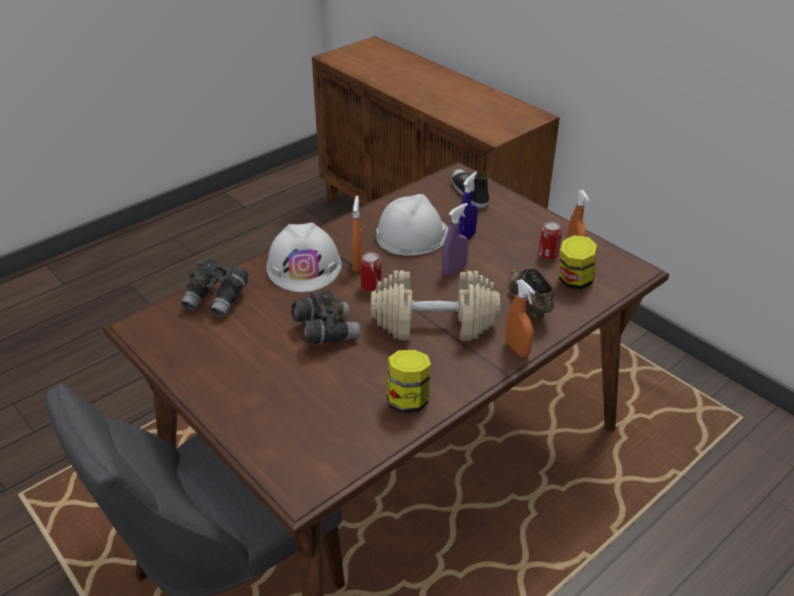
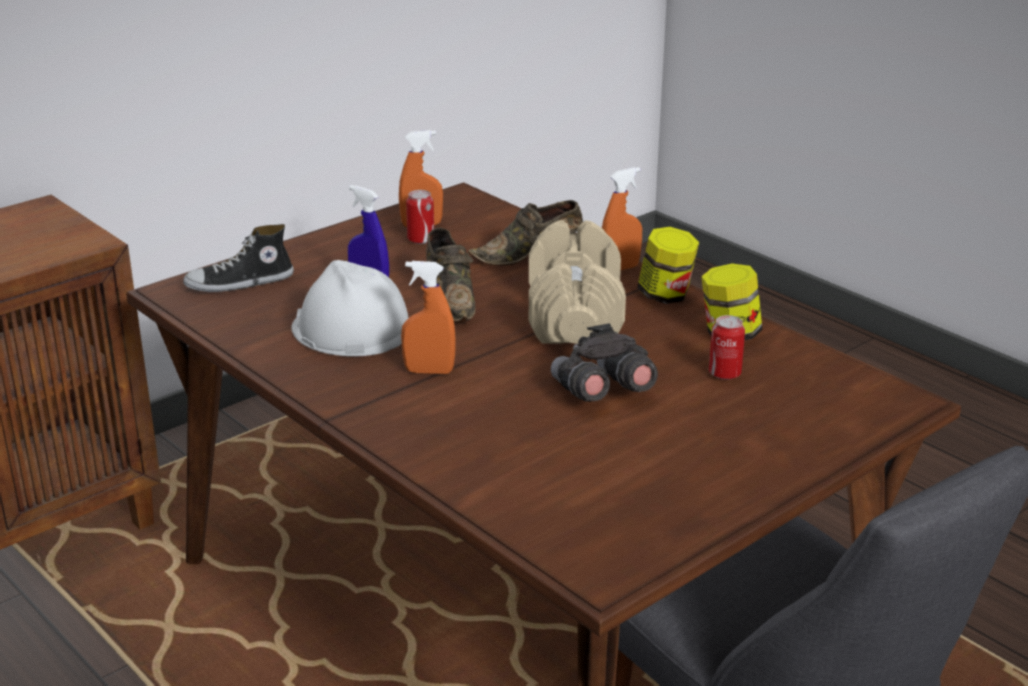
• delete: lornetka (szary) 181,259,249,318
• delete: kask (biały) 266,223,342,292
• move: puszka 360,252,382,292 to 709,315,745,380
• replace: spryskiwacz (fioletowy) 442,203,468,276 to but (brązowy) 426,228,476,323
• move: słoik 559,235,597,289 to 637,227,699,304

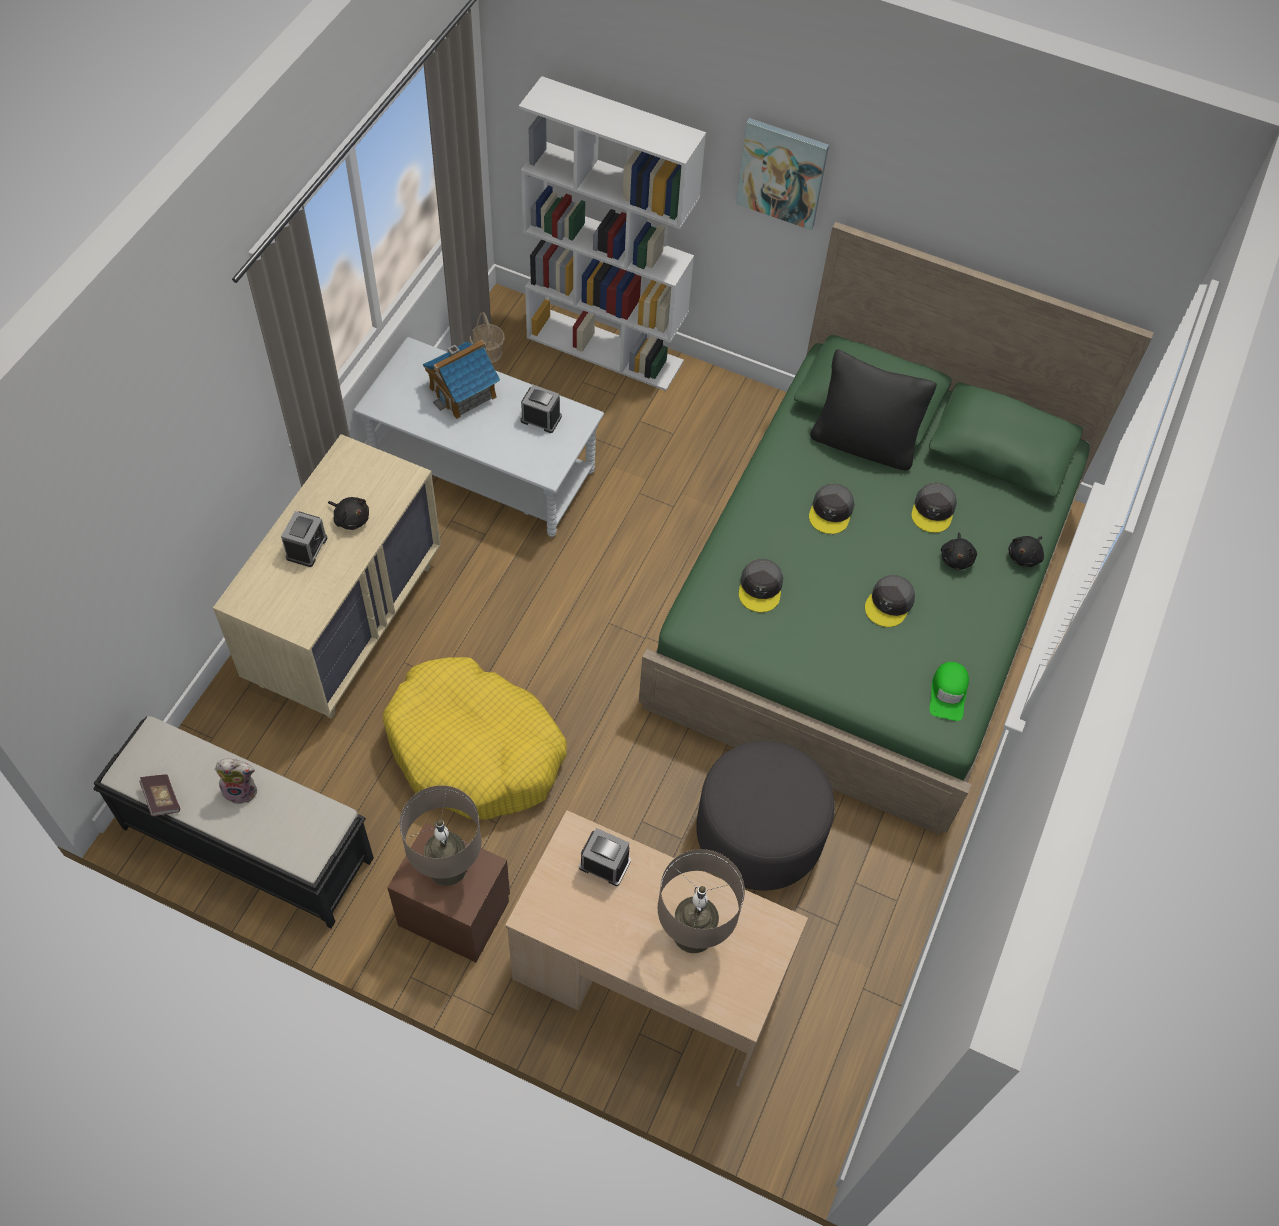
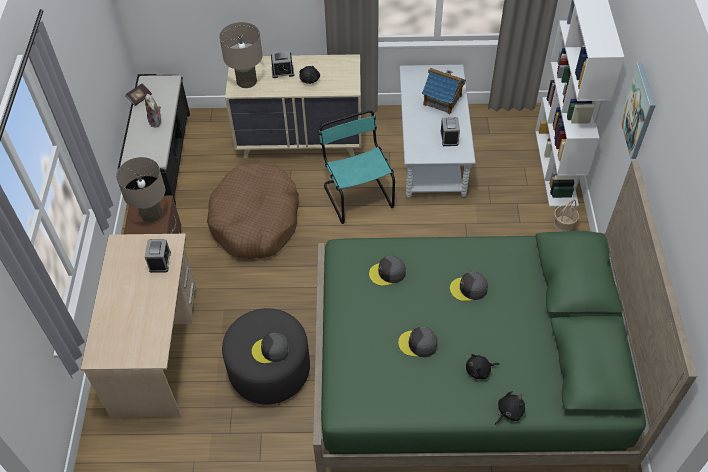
• recolor: legowisko (żółty) 383,657,567,820 to legowisko (brązowy) 207,163,299,259
• move: koszyk 469,312,505,363 to 554,199,579,232
• move: lampa stołowa (beżowy) 658,849,745,953 to 219,22,263,88
• delete: poduszka (czarny) 810,349,937,470
• move: czapka z daszkiem (szary) 911,482,957,533 to 252,333,289,363
• delete: czapka z daszkiem (zielony) 930,662,969,721
• rotate: pluszak (czarny) 1009,536,1044,567 = 495,391,525,425 120 degrees clockwise
• insert: krzesło (turkusowy) 318,110,395,224

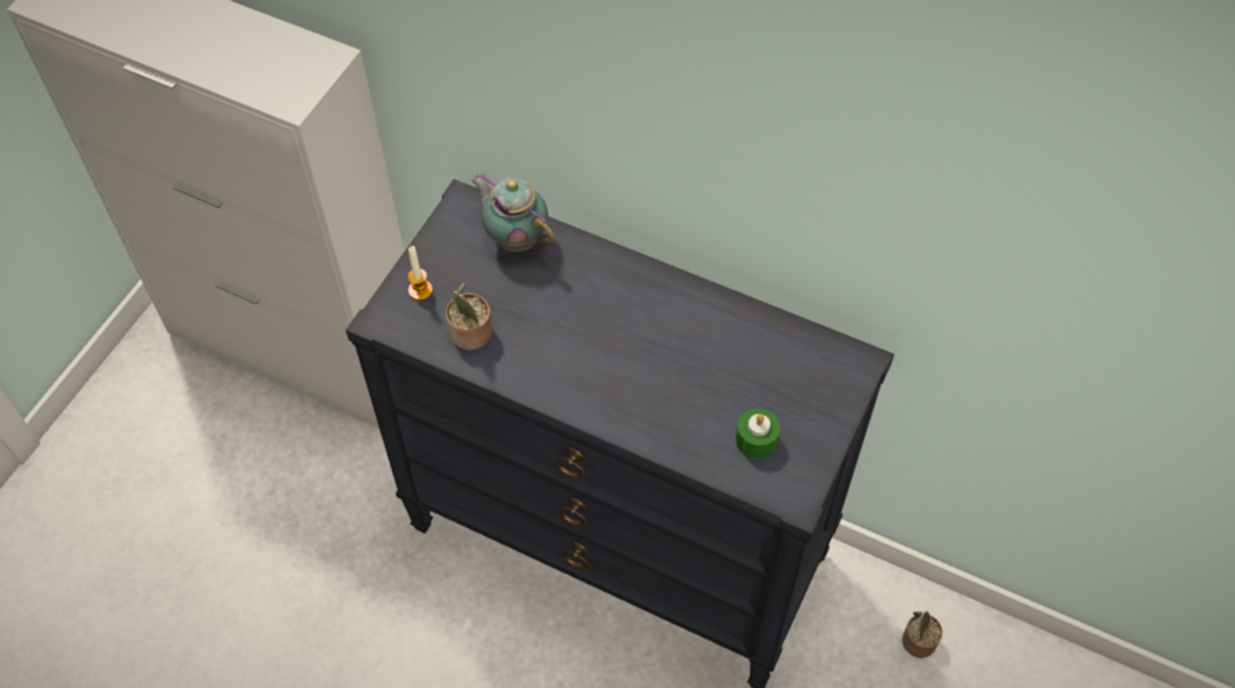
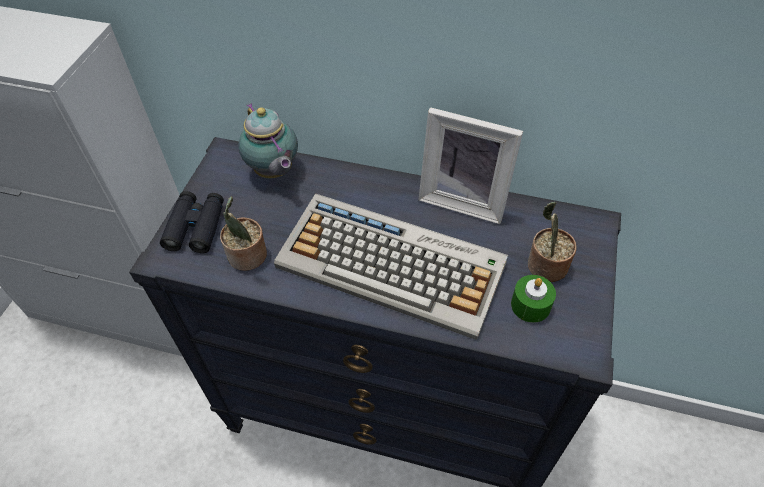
• replace: świeca 408,246,433,300 to lornetka (czarny) 160,191,224,253
• rotate: imbryk 470,173,554,252 = 238,103,298,178 150 degrees counterclockwise
• move: roślina doniczkowa 902,611,943,658 to 528,201,576,282
• insert: klawiatura 274,194,508,340
• insert: ramka na zdjęcie 419,107,523,224

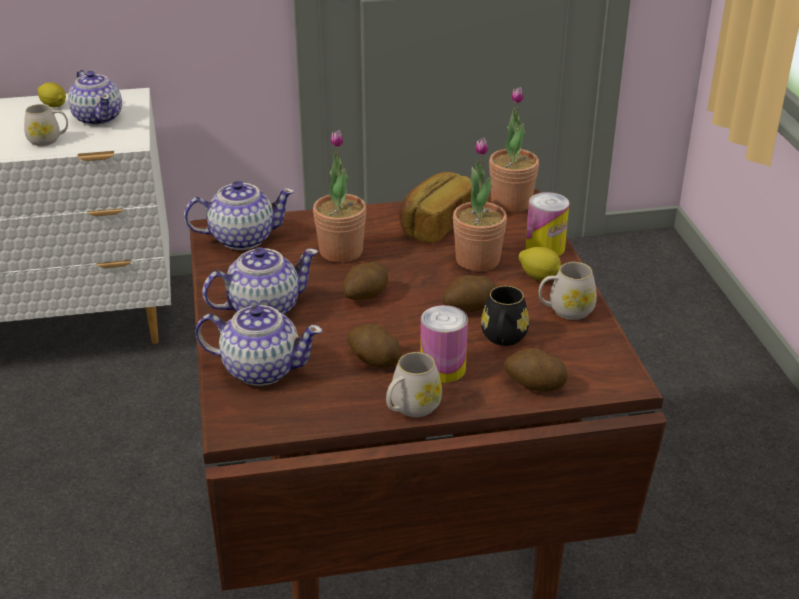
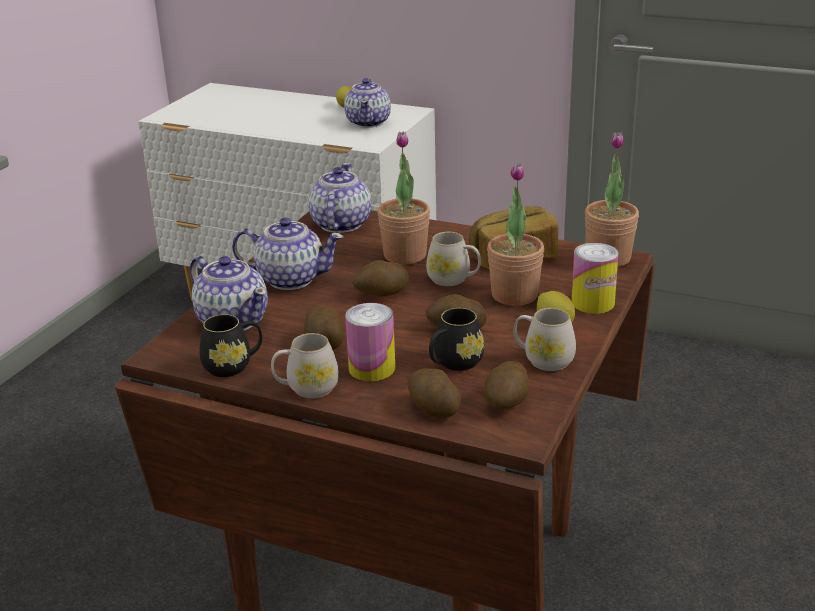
• move: kubek (biały) 24,104,68,146 to 426,232,481,286
• rotate: imbryk 184,181,295,250 = 308,163,371,233 105 degrees counterclockwise
• insert: kubek (czarny) 200,314,262,377
• insert: ziemniak 484,361,530,410

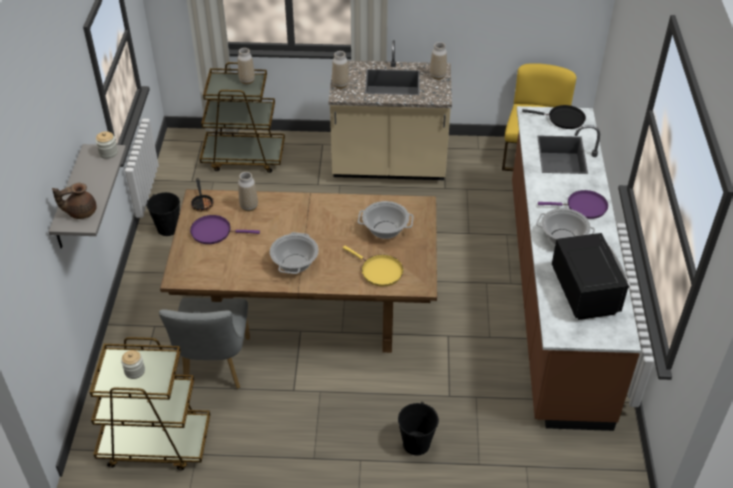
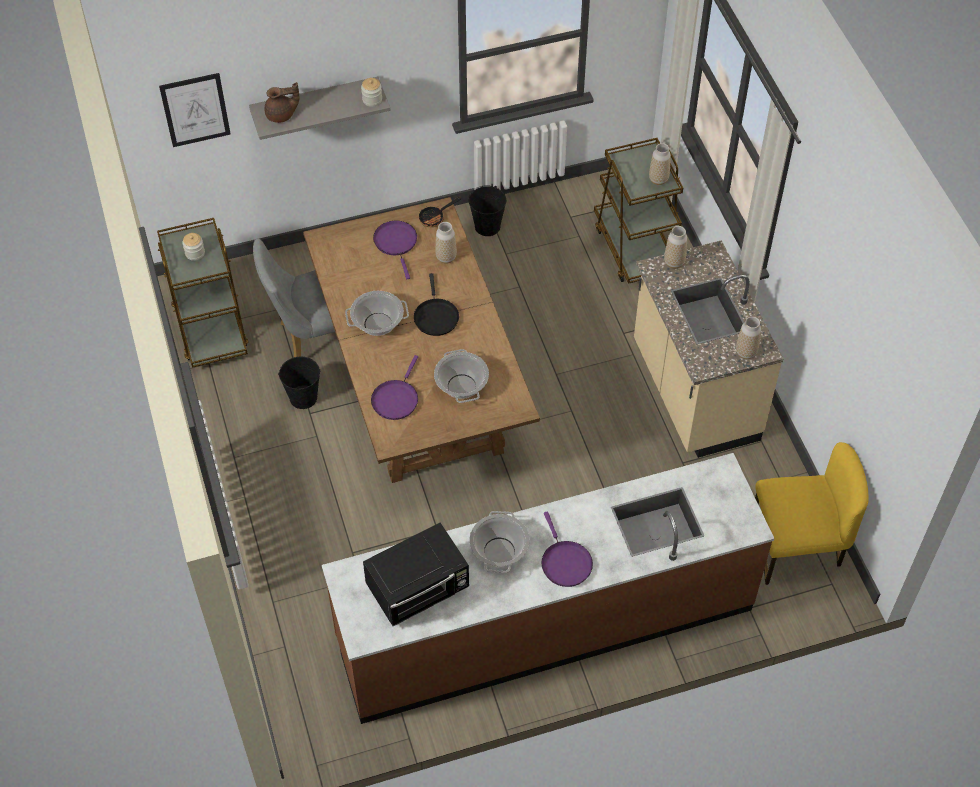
• rotate: imbryk (brązowy) 52,183,97,219 = 264,82,299,123 120 degrees clockwise
• recolor: patelnia (żółty) 343,246,403,287 to patelnia (fioletowy) 371,355,418,420
• move: wiadro (czarny) 398,402,439,455 to 278,357,321,409
• move: patelnia (czarny) 522,105,586,129 to 414,273,459,336
• insert: obraz 159,73,231,147

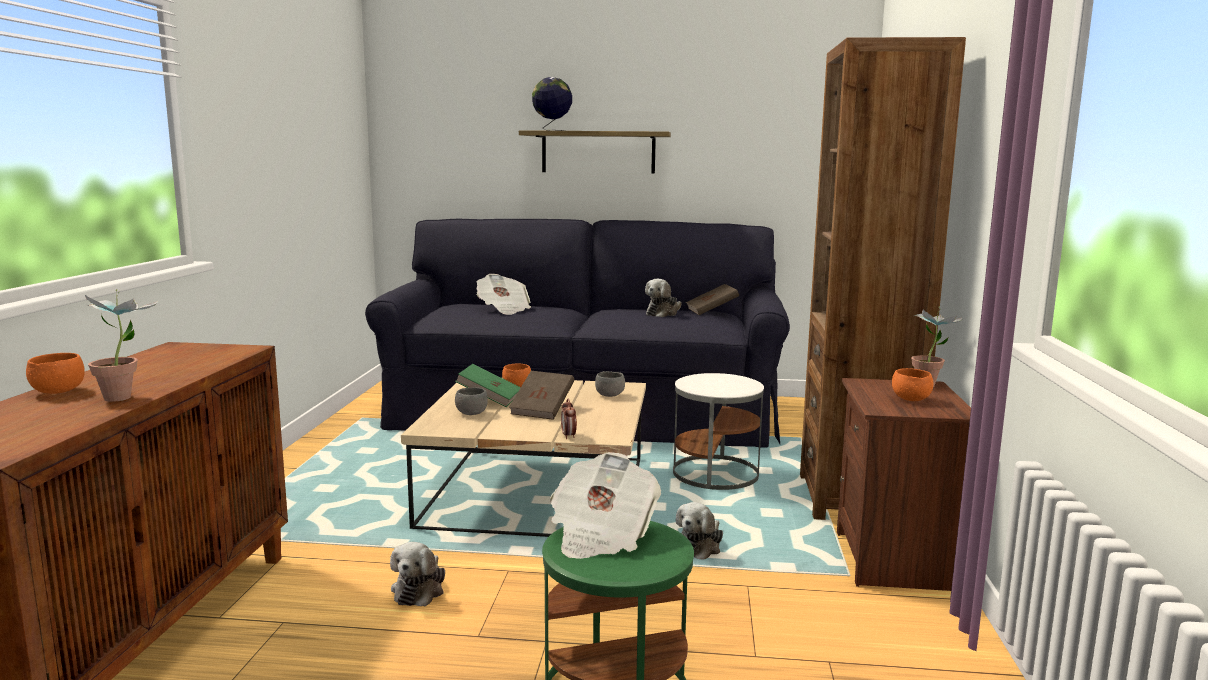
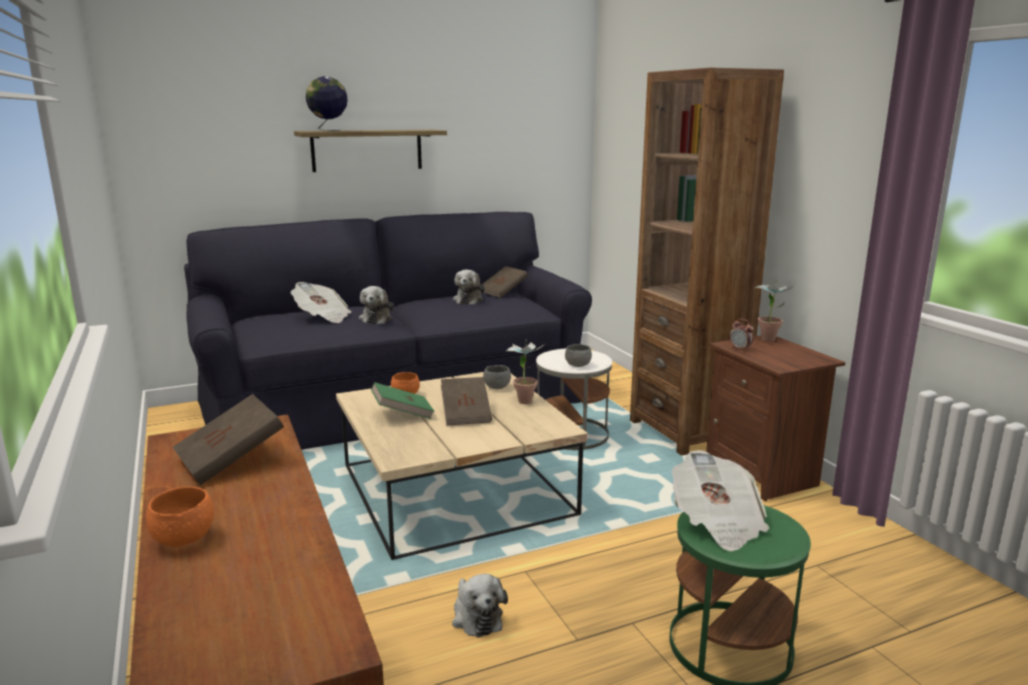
• move: roślina doniczkowa 85,289,158,402 to 505,339,545,404
• move: miska (szary) 455,387,488,415 to 565,344,592,367
• move: budzik 561,399,577,439 to 729,319,754,352
• move: pluszak 676,502,723,559 to 359,286,394,324
• delete: miska (pomarańczowy) 892,368,933,401
• insert: książka (brązowy) 173,394,284,485

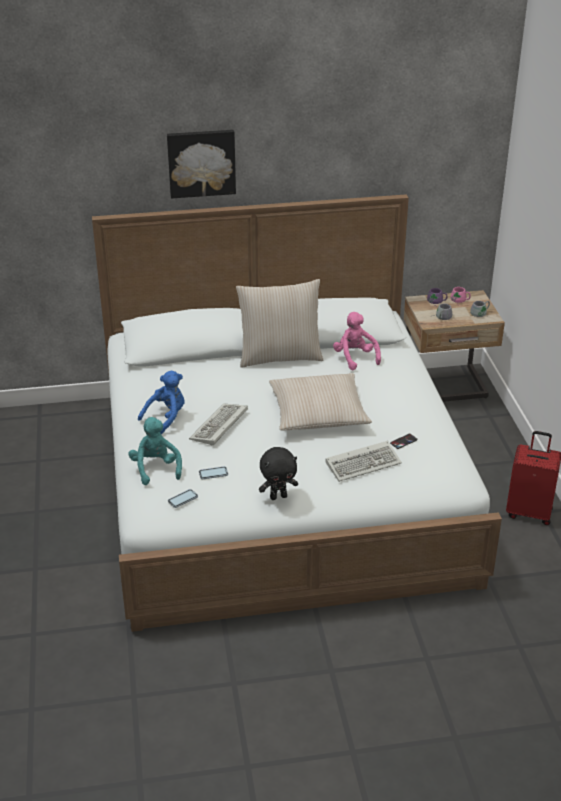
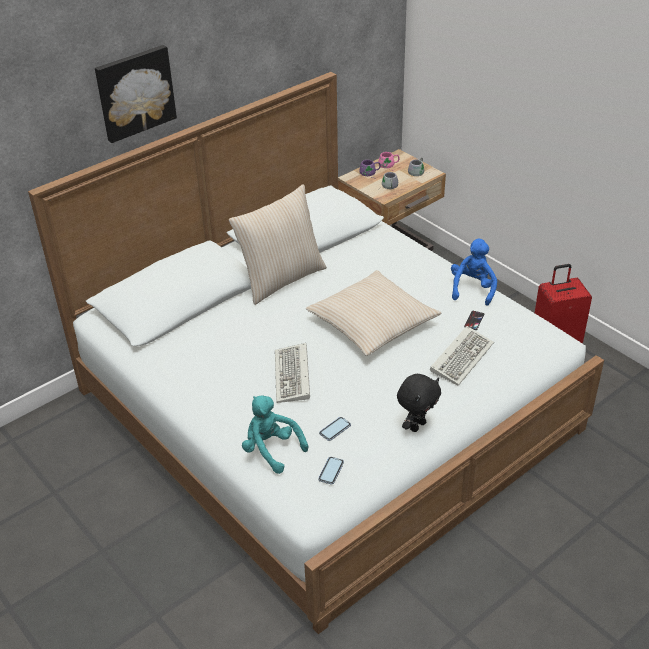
• move: pluszak (niebieski) 138,371,185,434 to 451,239,497,306
• delete: pluszak (różowy) 333,312,381,371

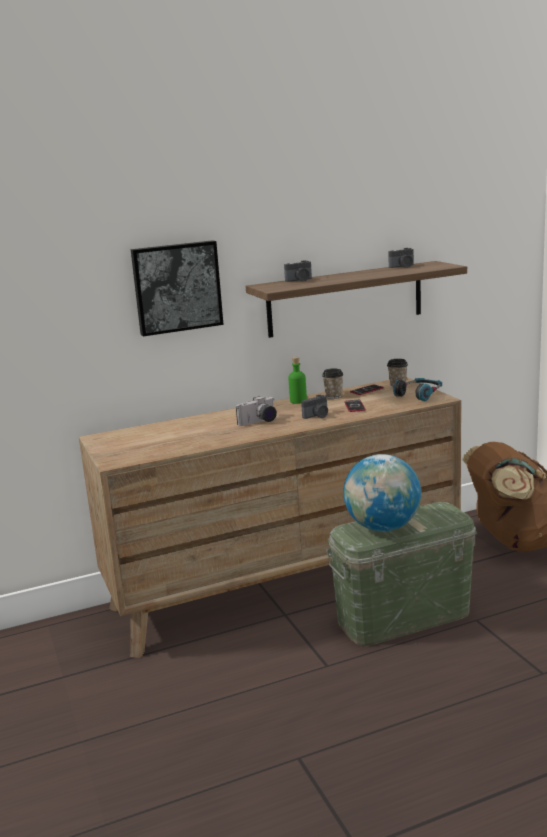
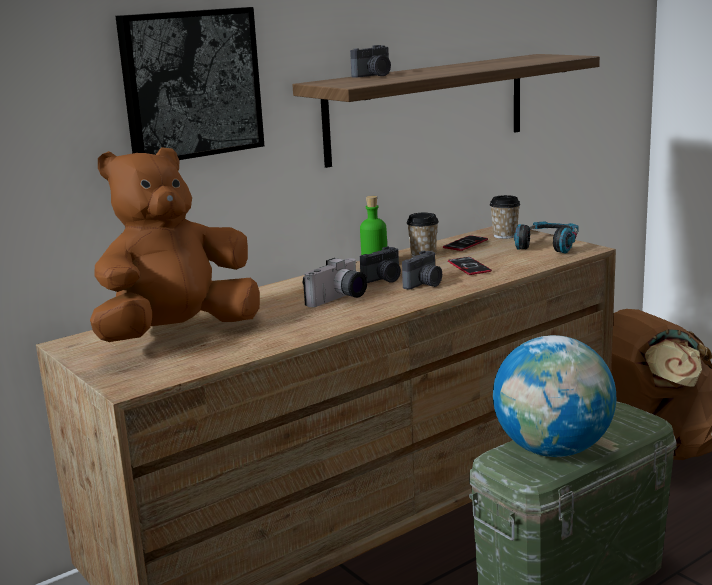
• move: aparat fotograficzny 388,248,414,268 to 360,246,401,283
• insert: pluszak (brązowy) 90,147,260,342

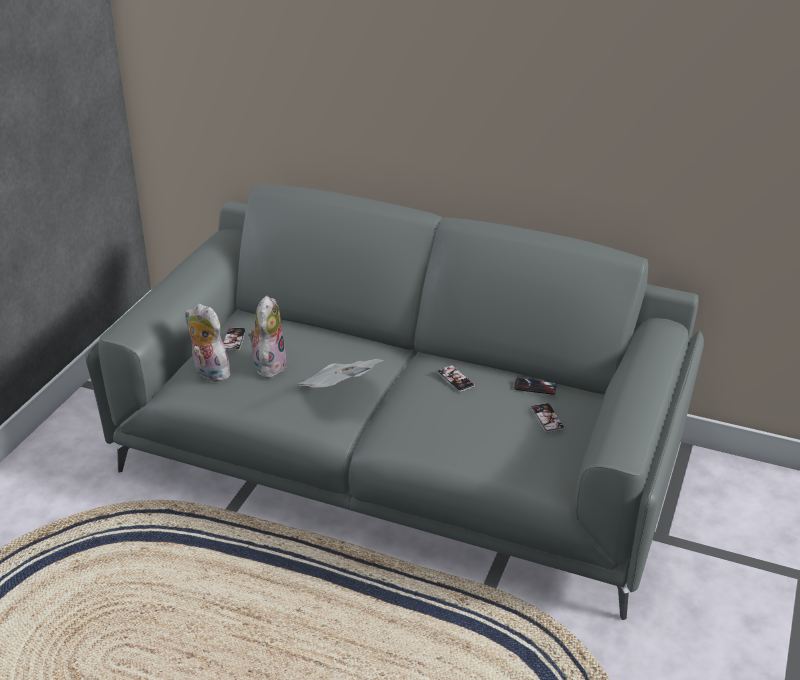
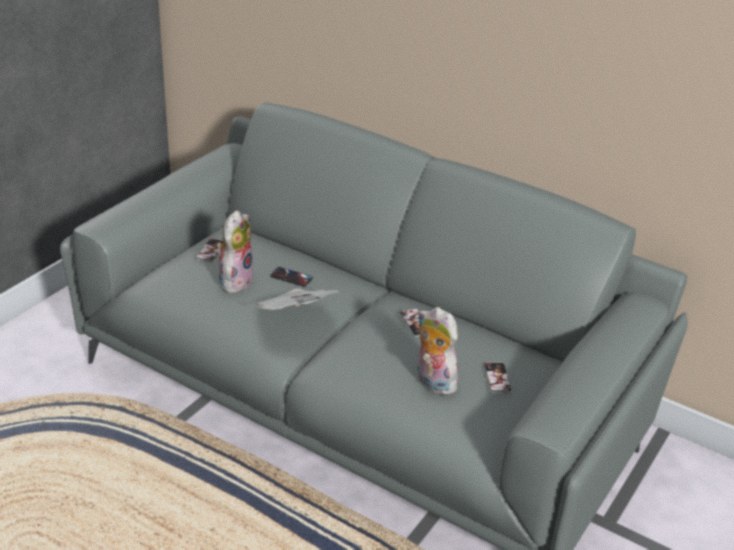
• move: pluszak 185,304,230,382 to 417,307,458,395
• move: telefon 514,378,557,395 to 270,267,313,287

